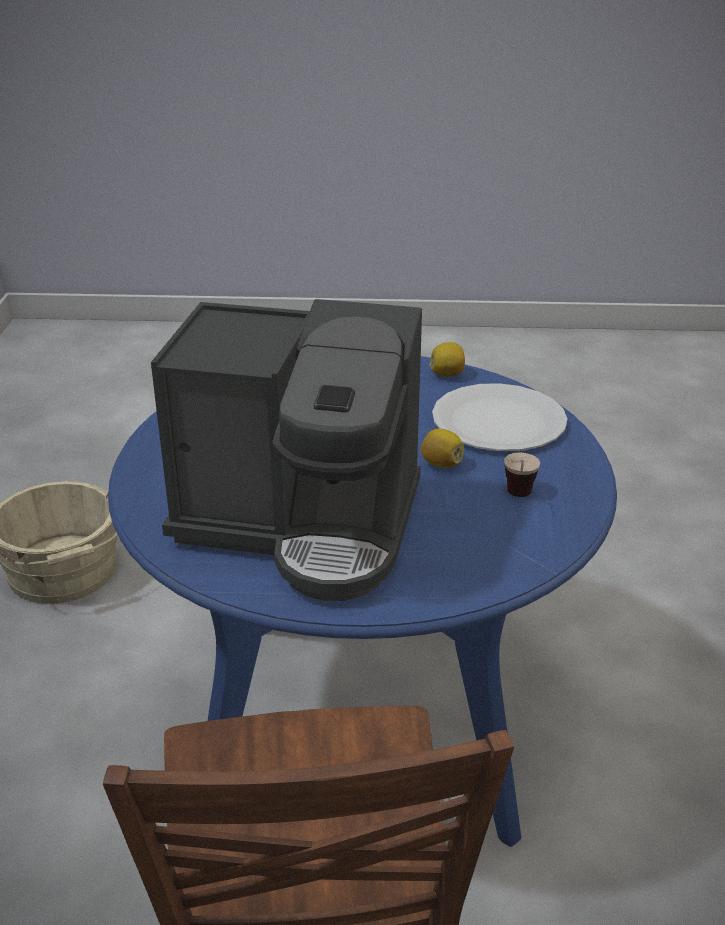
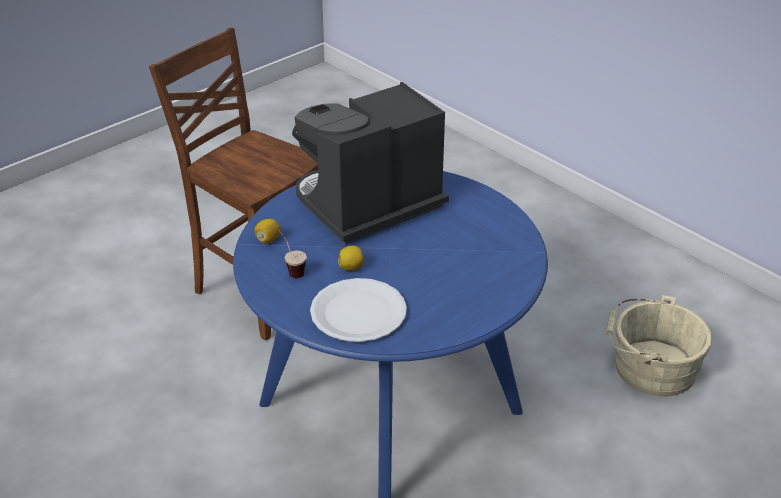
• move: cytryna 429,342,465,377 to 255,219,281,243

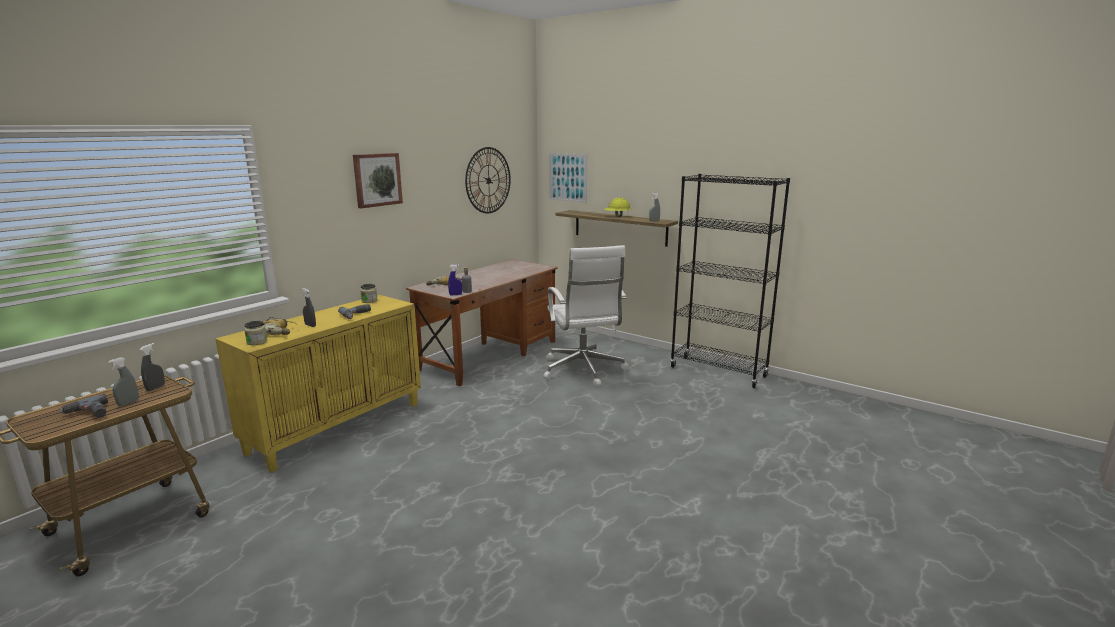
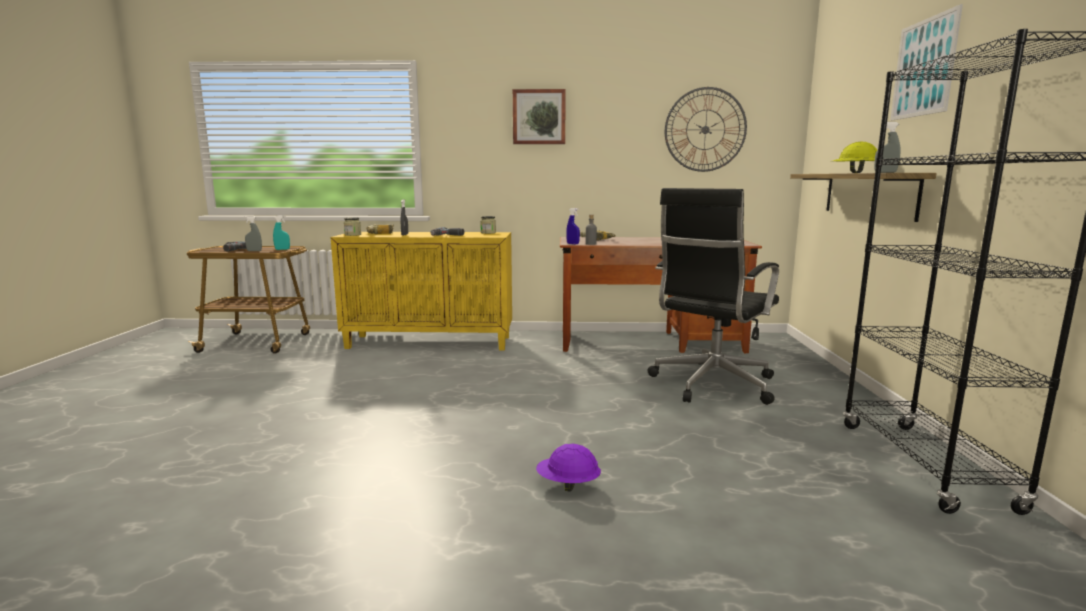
• recolor: spryskiwacz (szary) 139,343,165,391 to spryskiwacz (turkusowy) 273,215,290,250
• recolor: krzesło biurowe (biały) 544,245,629,387 to krzesło biurowe (czarny) 647,188,779,405
• move: obraz 549,153,587,203 to 890,4,963,121
• insert: kask (fioletowy) 536,444,601,492

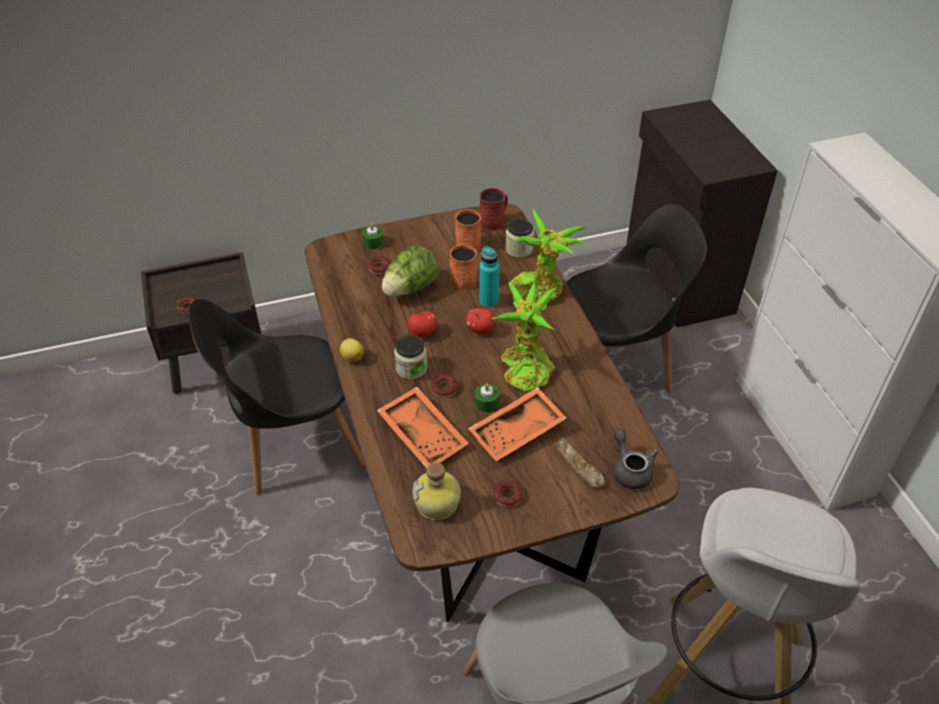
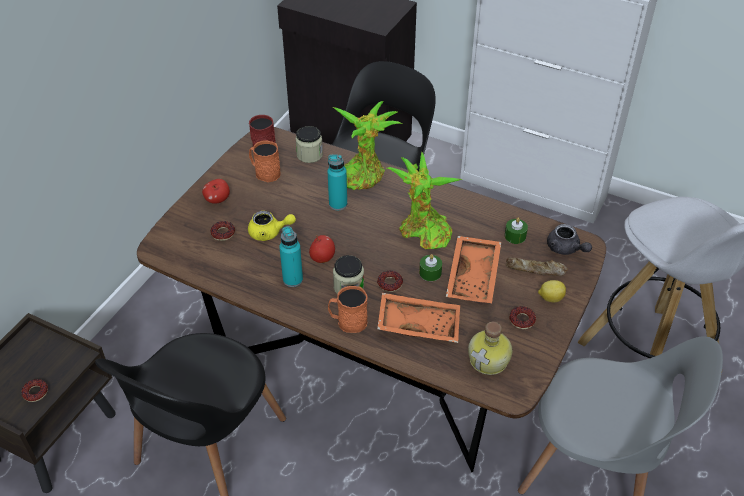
• move: cytryna 340,338,364,362 to 538,280,566,303
• move: świeca (zielony) 362,223,384,250 to 505,217,528,244
• replace: sałata 382,245,439,297 to imbryk (żółty) 248,211,296,241
• move: kubek (pomarańczowy) 449,244,477,289 to 328,286,368,333
• move: jabłko 466,308,495,334 to 202,179,230,204
• rotate: imbryk (szary) 614,429,658,489 = 547,224,592,255 150 degrees counterclockwise
• insert: butelka (turkusowy) 279,226,303,287

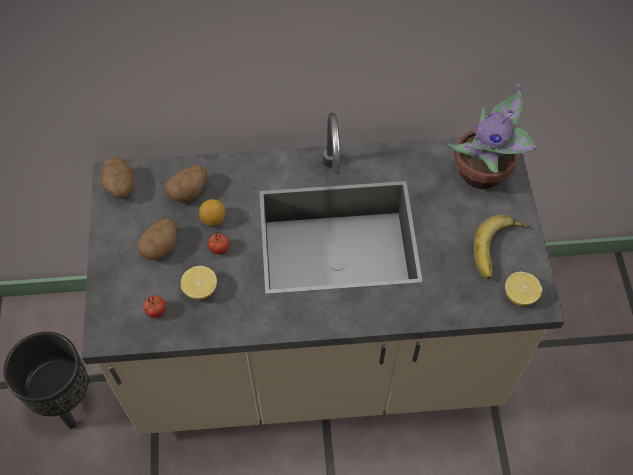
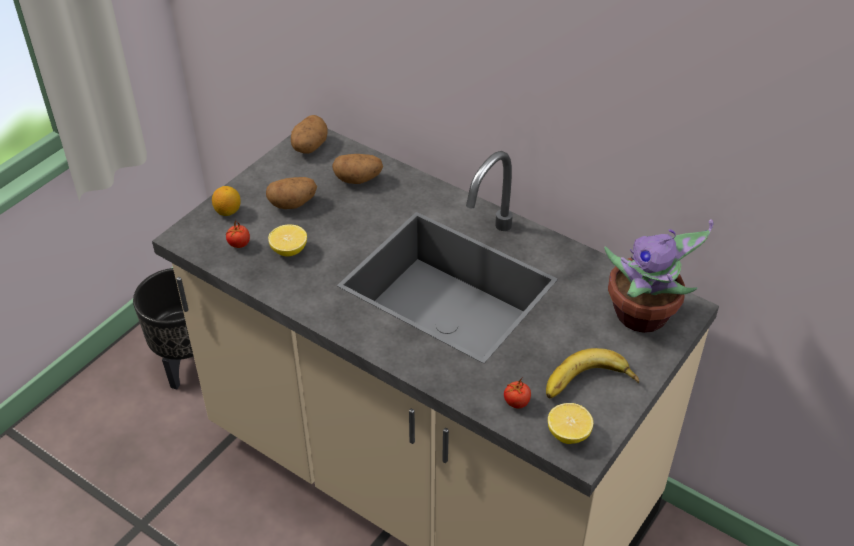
• move: cytryna 199,199,225,226 to 212,186,241,216
• move: pomidor 208,233,230,254 to 504,378,531,408

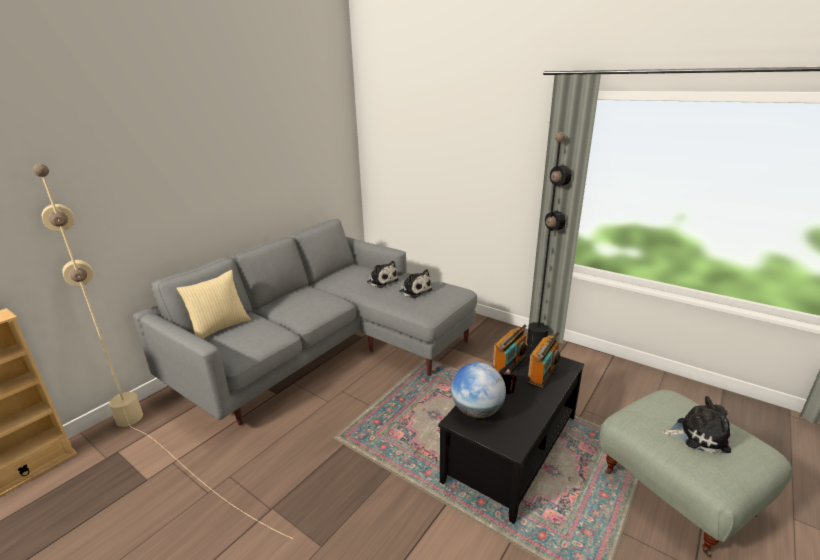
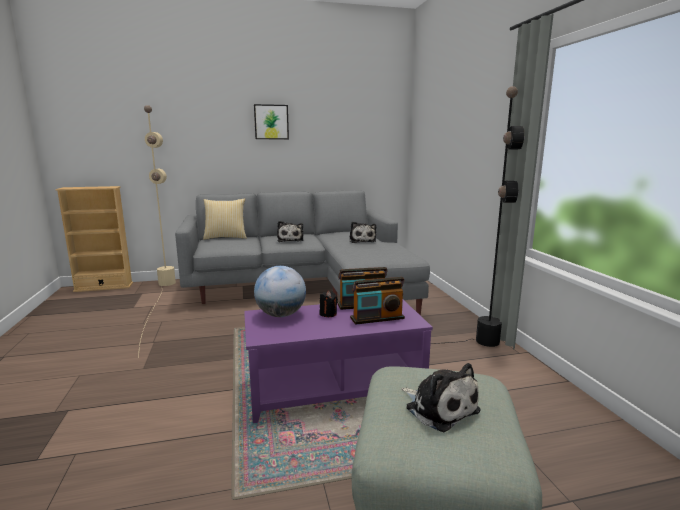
• move: pluszak 397,269,432,298 to 277,221,304,242
• recolor: ława (czarny) 438,345,584,524 to ława (fioletowy) 244,300,433,423
• insert: obraz 254,104,289,139

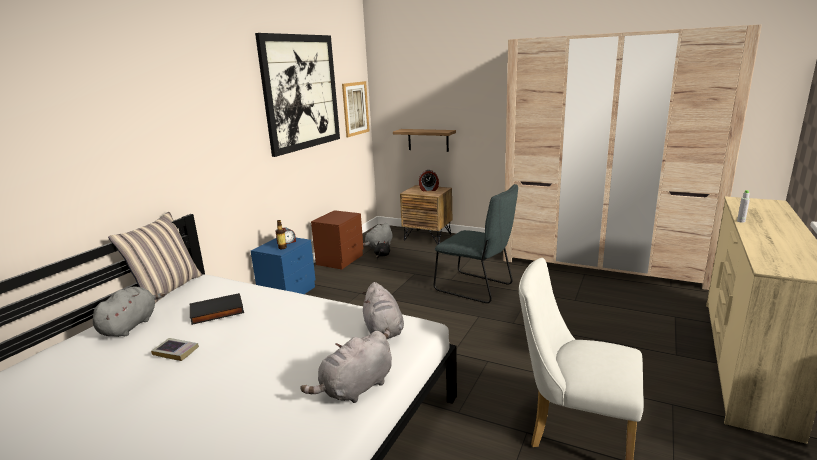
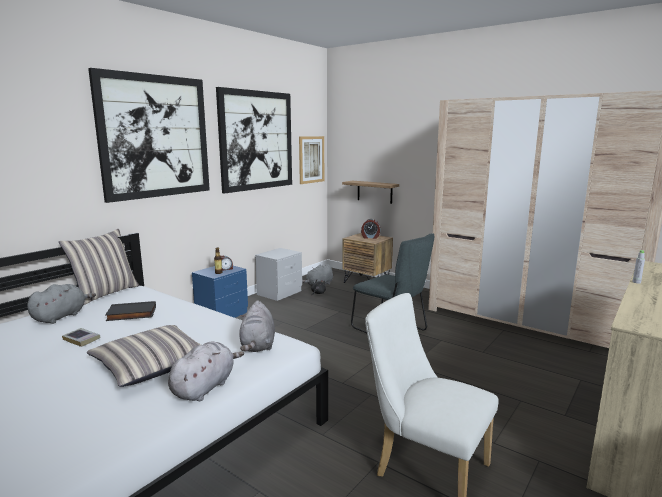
• rotate: pluszak (szary) 300,331,392,403 = 168,342,244,401 150 degrees clockwise
• recolor: szafka nocna (brązowy) 311,210,364,269 to szafka nocna (szary) 255,248,302,301
• insert: poduszka 87,325,201,387
• insert: obraz 88,68,210,203

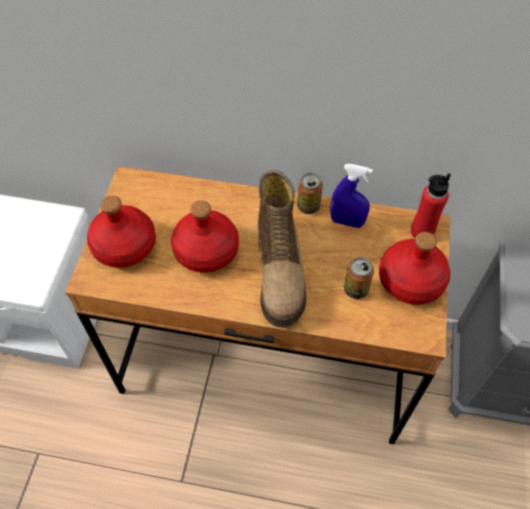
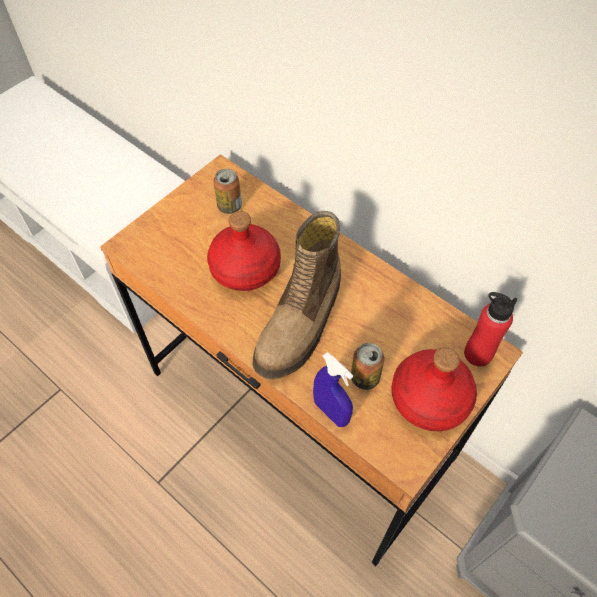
• delete: butelka (czerwony) 87,196,156,267
• move: puszka 297,173,323,214 to 213,169,242,214
• move: spryskiwacz (niebieski) 330,164,373,228 to 313,352,353,427

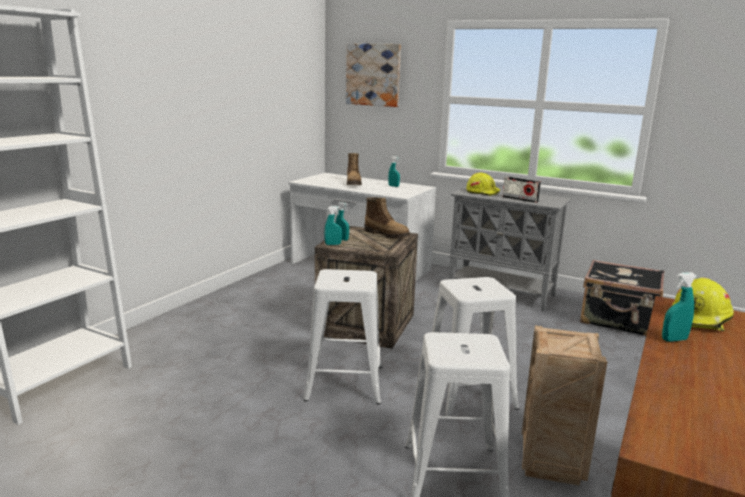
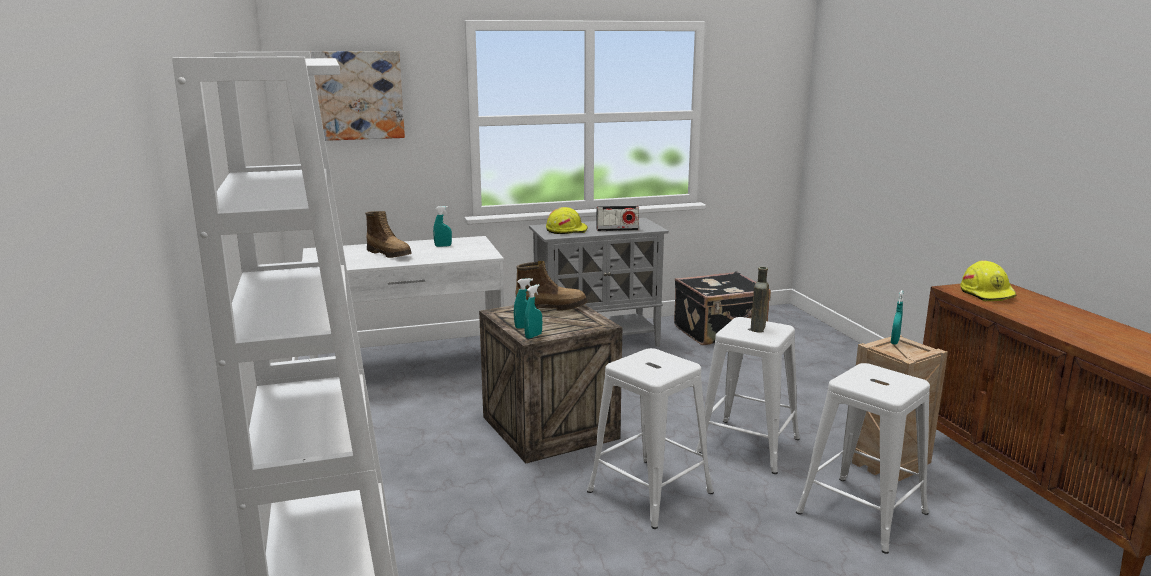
• move: spryskiwacz (turkusowy) 662,272,697,342 to 891,290,904,345
• insert: butelka (brązowy) 751,267,769,332

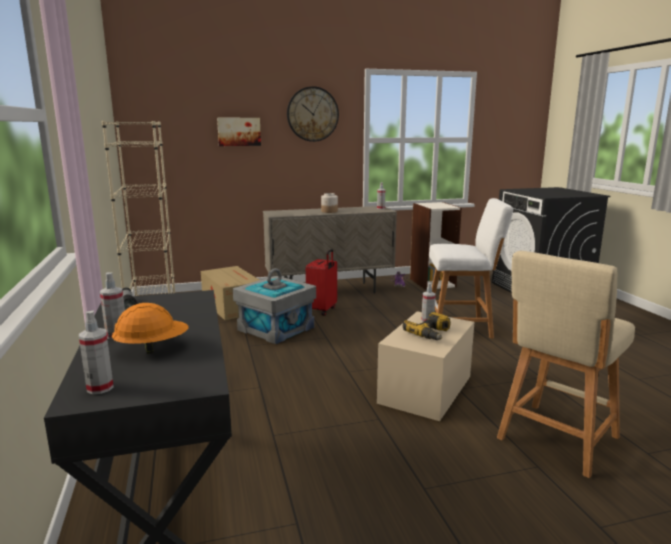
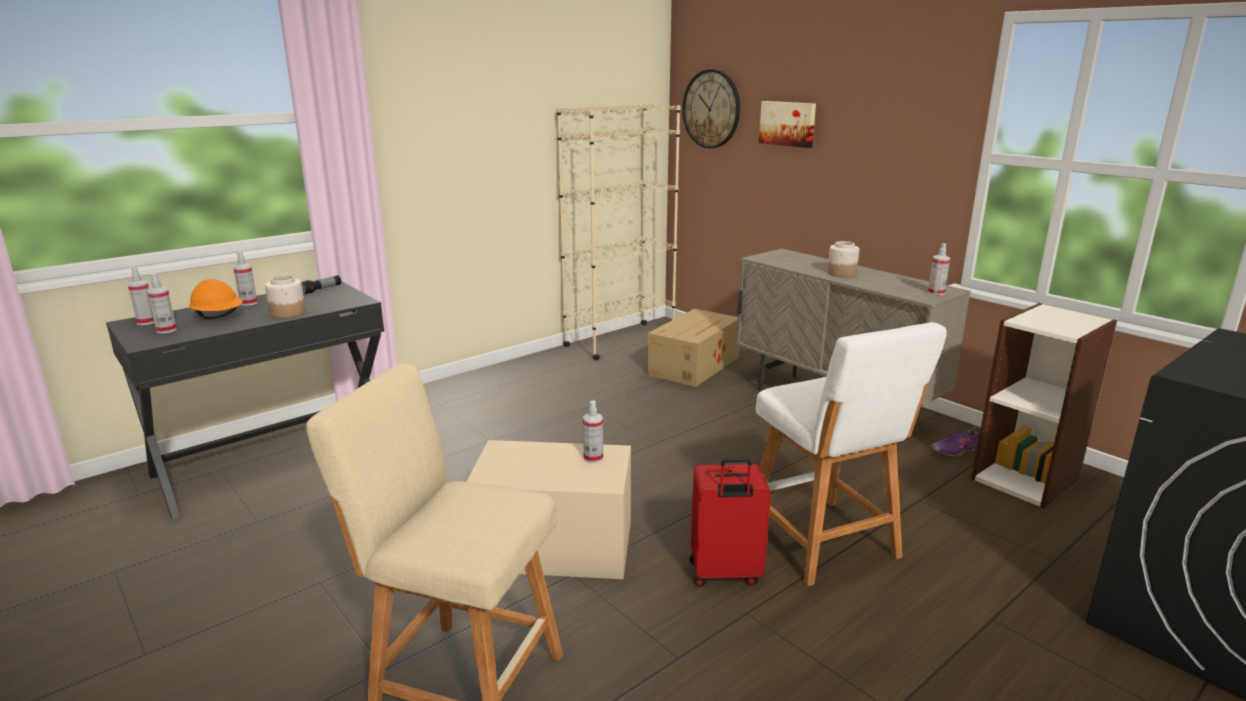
• delete: pojemnik do przechowywania (szary) 233,268,316,344
• move: zegar ścienny 287,86,339,142 to 682,69,740,148
• move: walizka (czerwony) 306,249,337,316 to 689,457,771,587
• delete: wiertarka 403,312,450,340
• insert: spryskiwacz 147,273,177,334
• insert: słoik 265,275,306,318

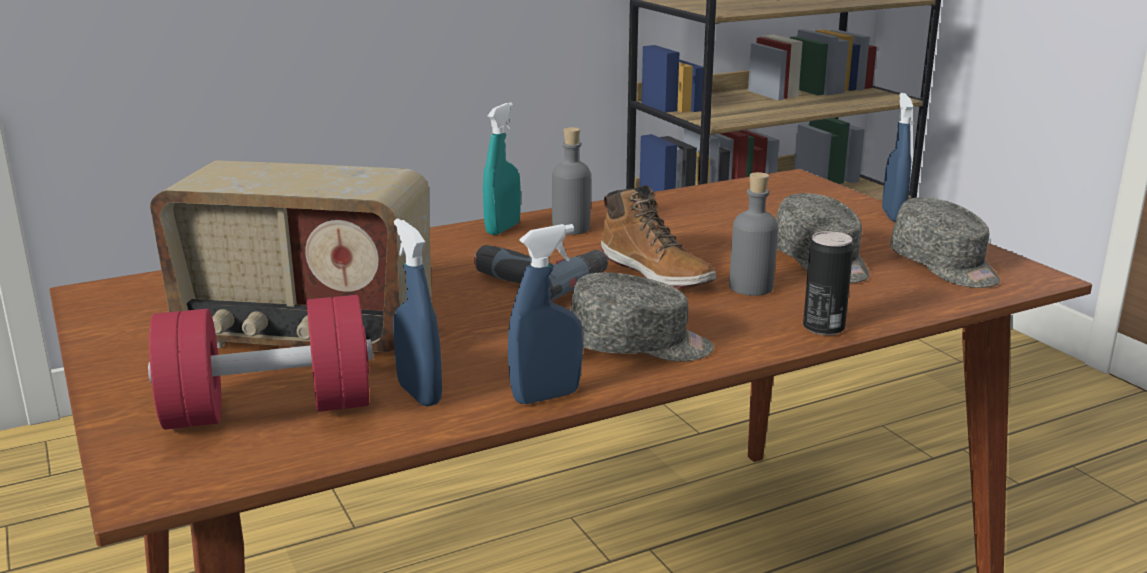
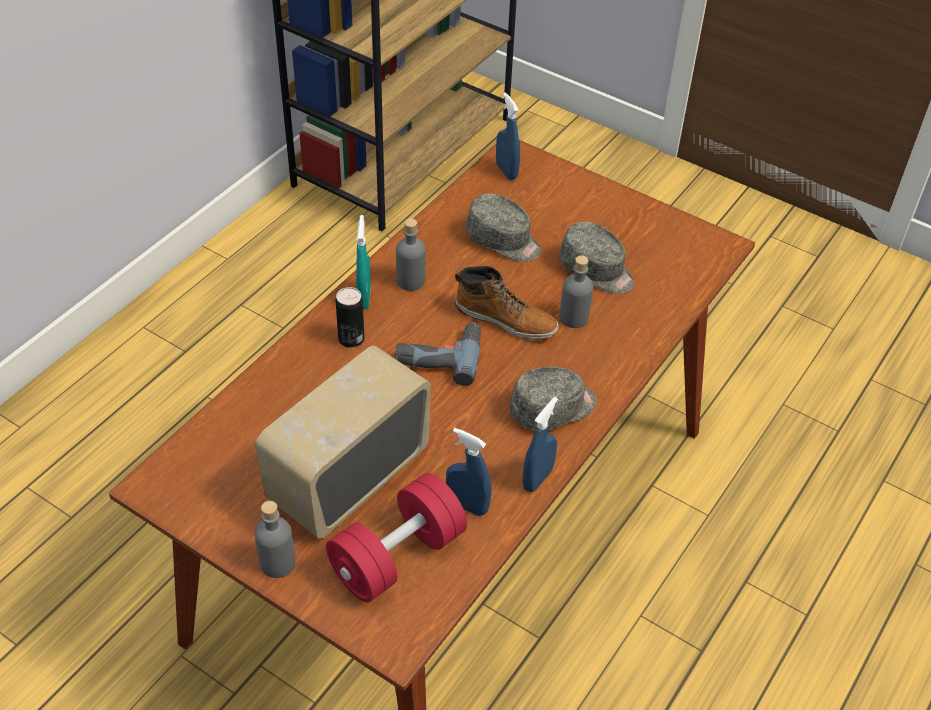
• rotate: radio 150,160,431,357 = 255,346,431,539 150 degrees clockwise
• move: puszka 803,231,853,335 to 336,287,364,347
• move: spryskiwacz (niebieski) 882,93,913,222 to 496,92,520,180
• move: czapka z daszkiem (szary) 890,197,1000,288 to 466,194,541,262
• insert: butelka (szary) 255,501,295,578

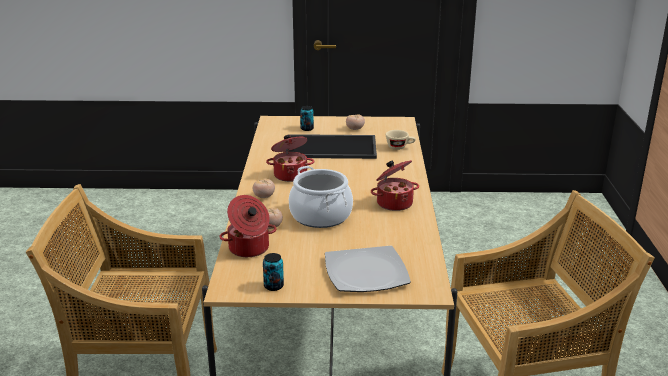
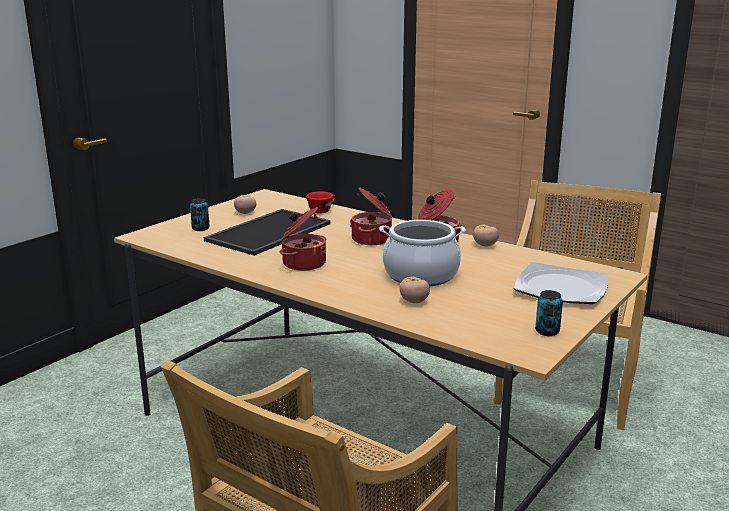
• move: garnek 219,195,277,257 to 350,187,392,245
• move: pomidor 253,179,275,198 to 473,225,499,247
• recolor: filiżanka (beżowy) 386,130,416,150 to filiżanka (czerwony) 306,192,335,214

